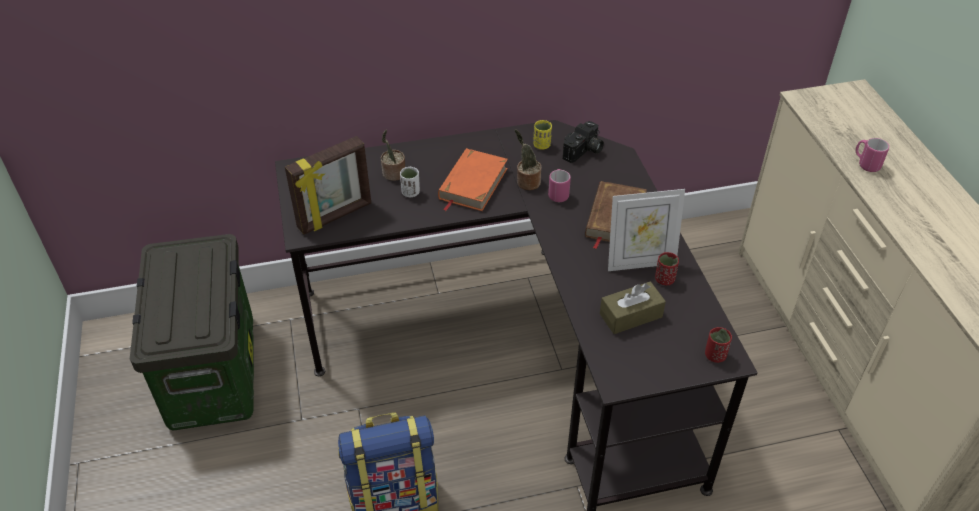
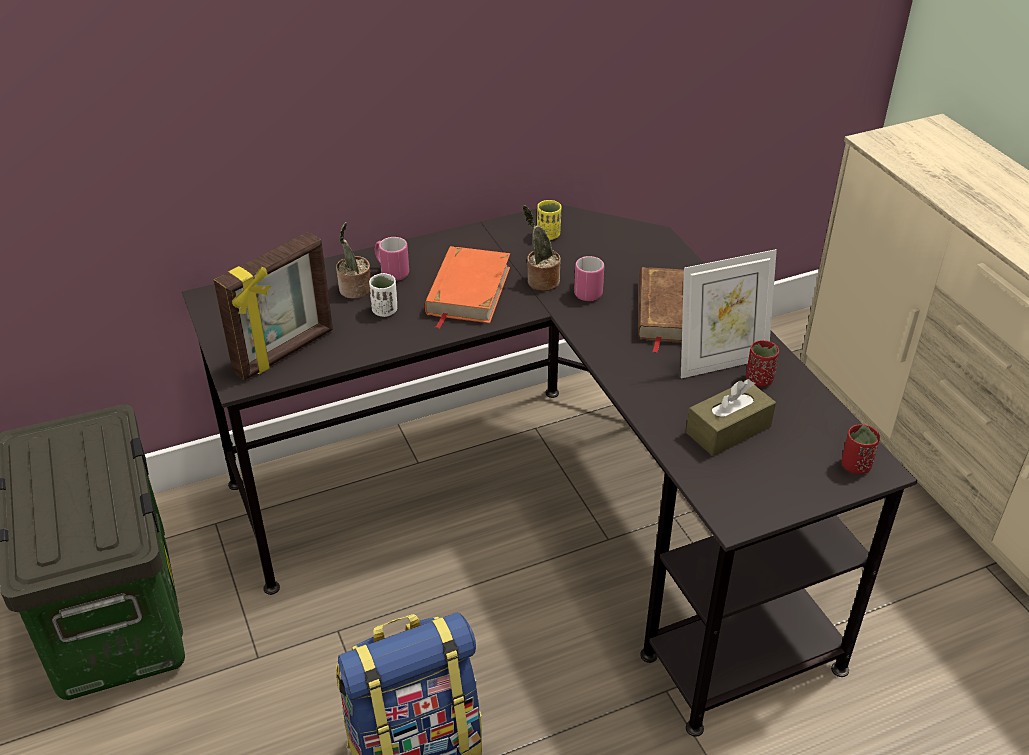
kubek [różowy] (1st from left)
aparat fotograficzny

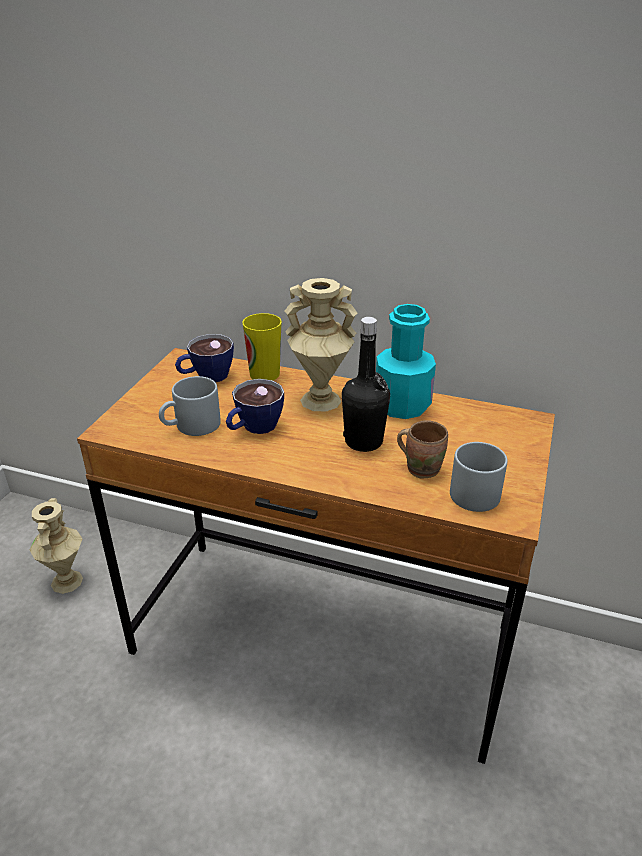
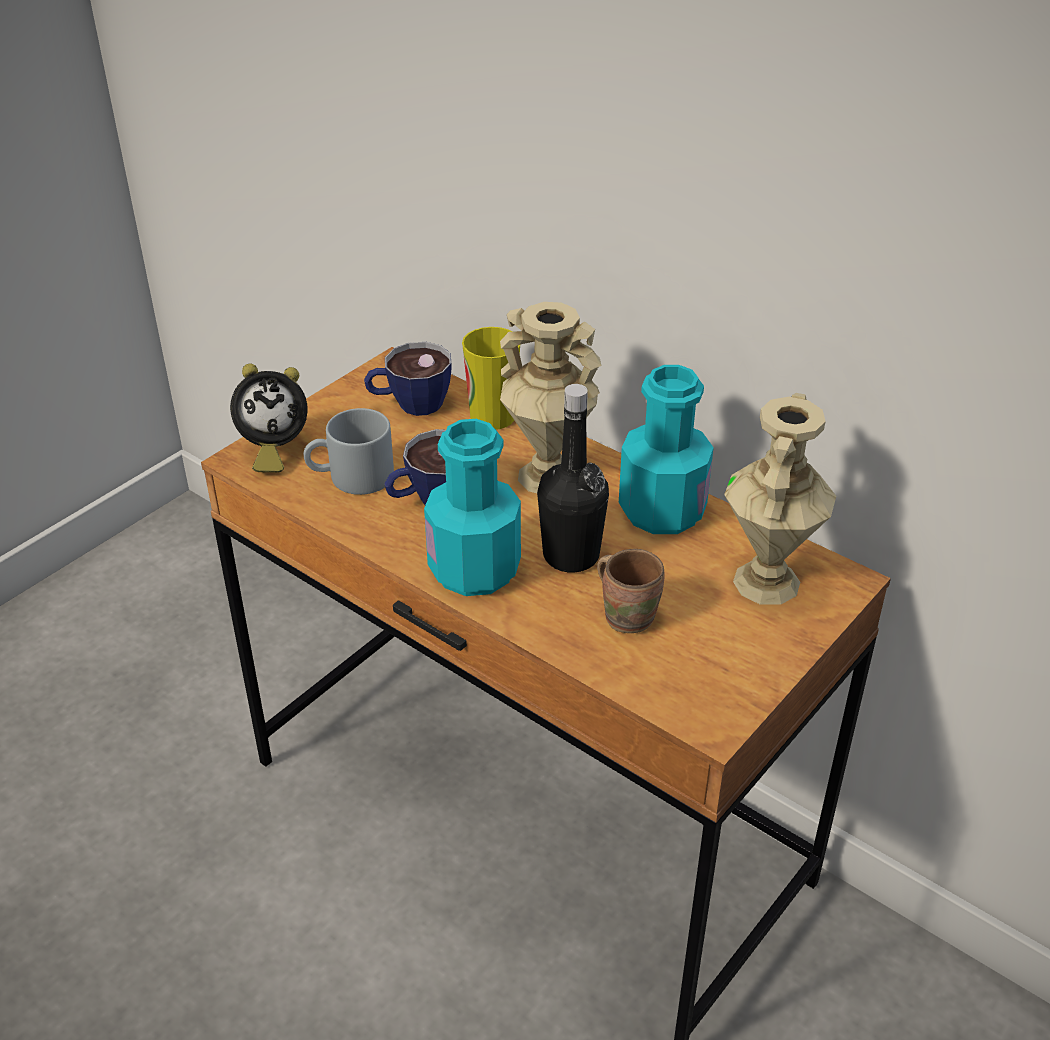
budzik
butelka [turkusowy] (1st from left)
wazon [beżowy] (2nd from left)
kubek [szary] (2nd from left in the first image)

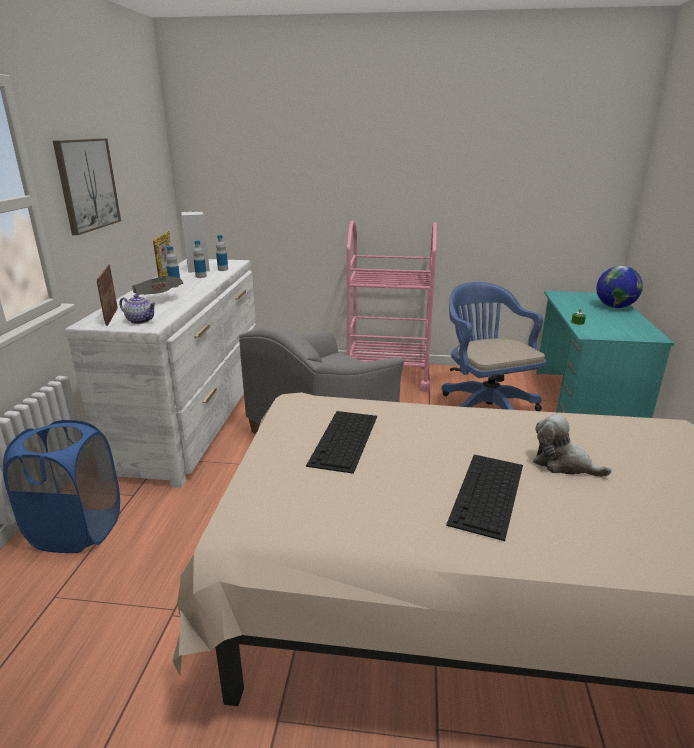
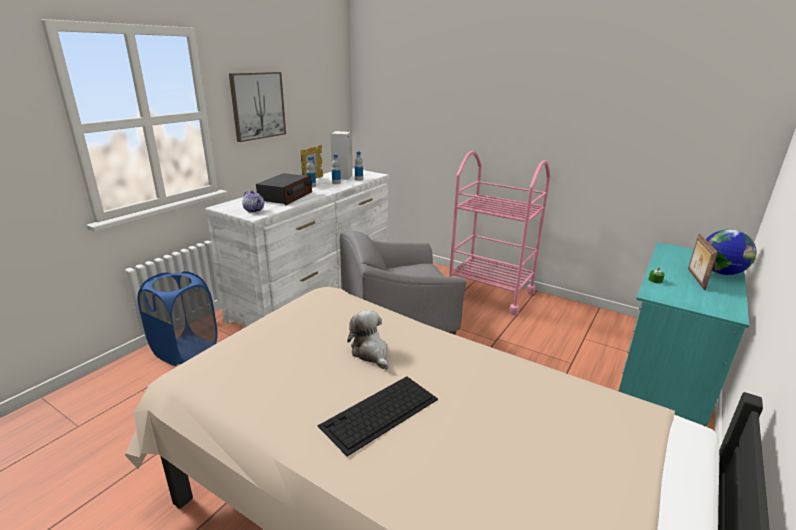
radio
pluszak
ramka na zdjęcie (2nd from left)
klawiatura (1st from left in the first image)
krzesło biurowe [niebieski]

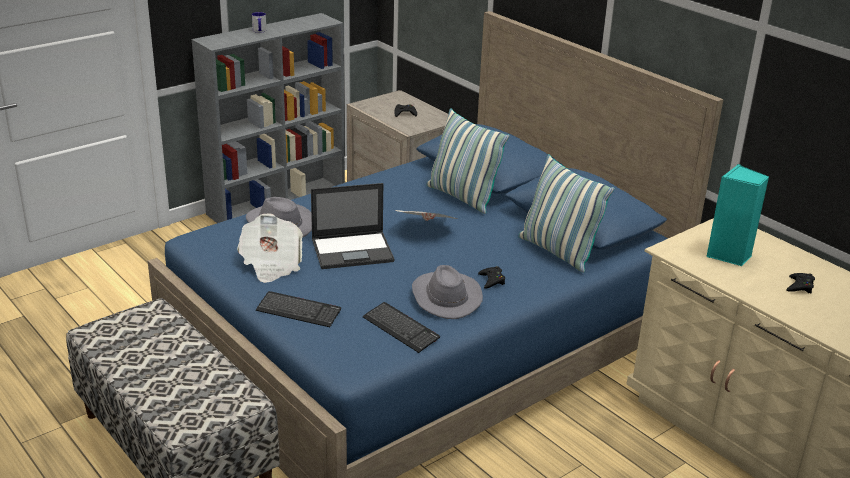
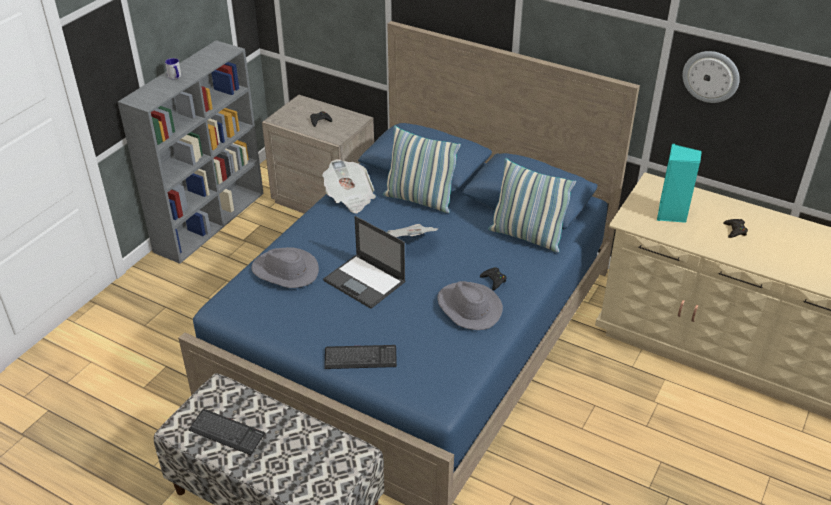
klawiatura (1st from left)
gazeta (1st from left)
laptop
zegar ścienny

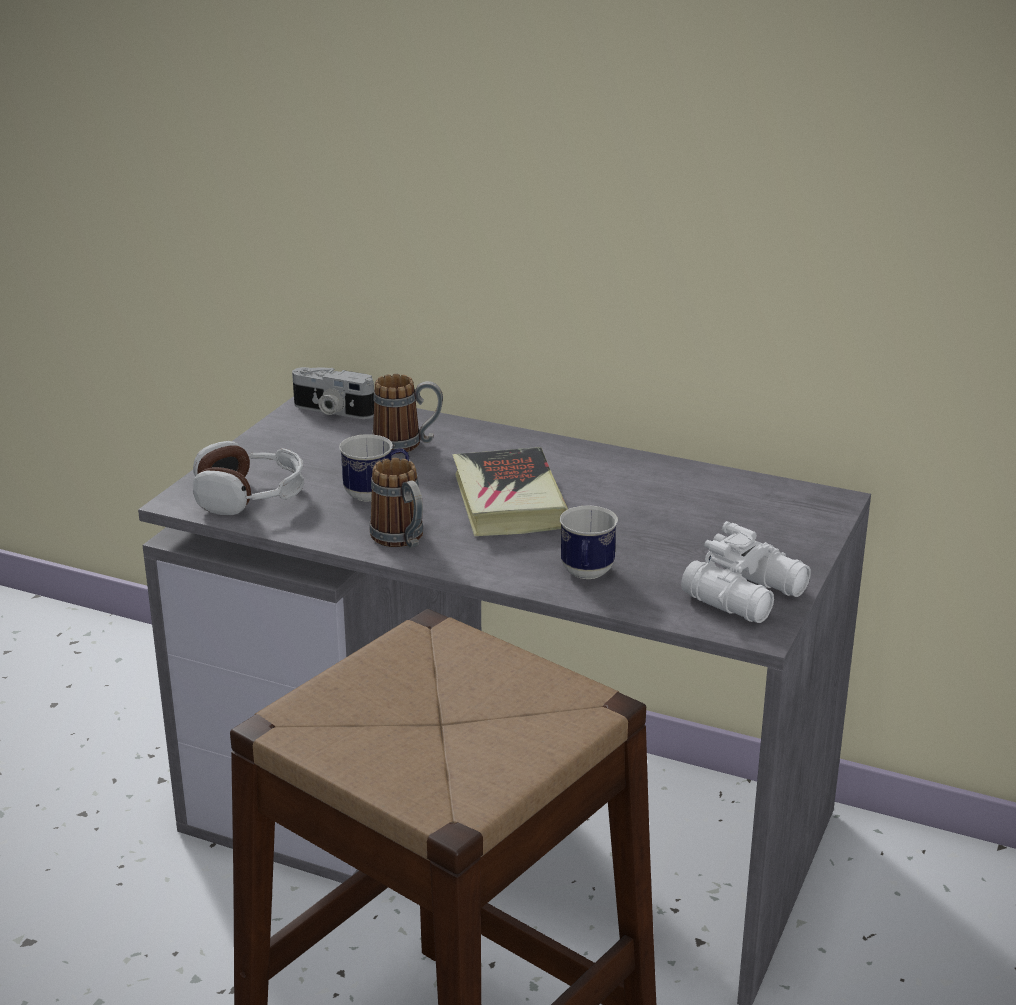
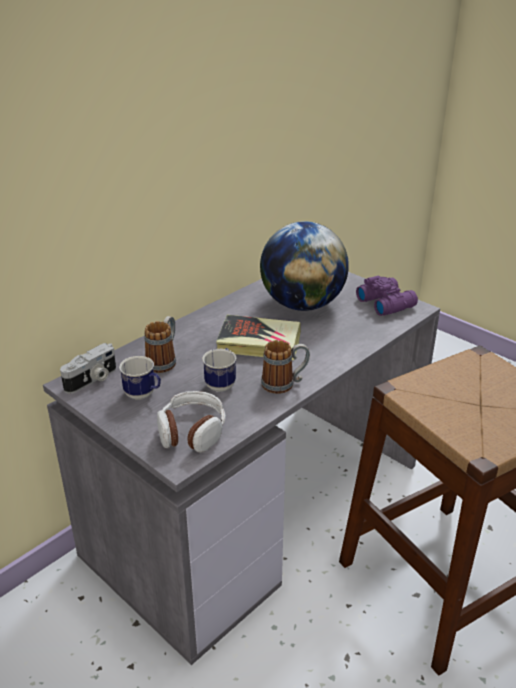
kubek (1st from left)
globus
lornetka [fioletowy]

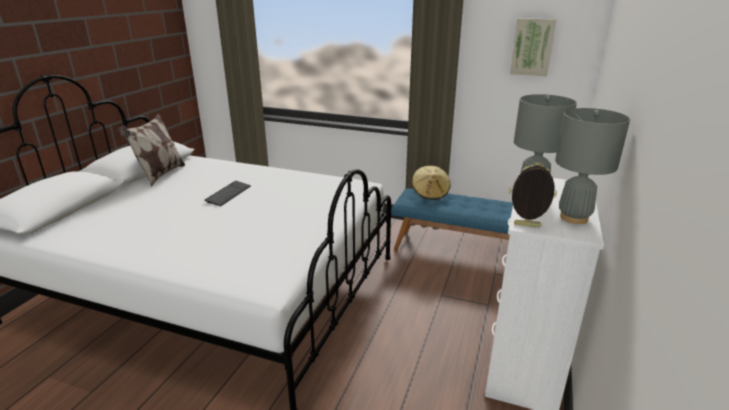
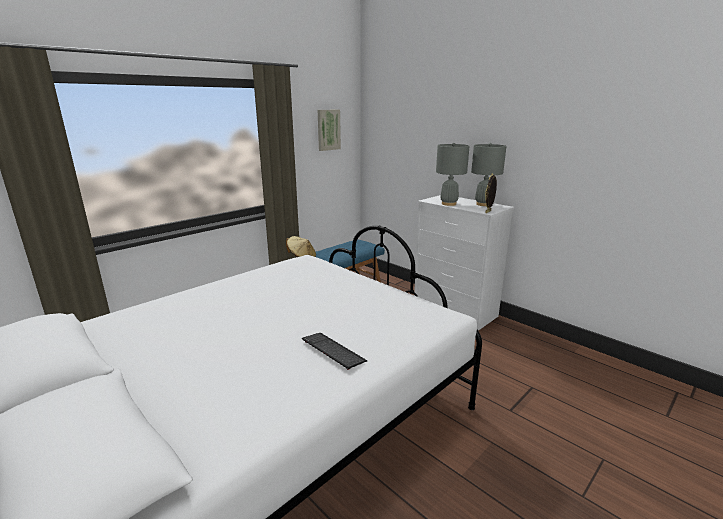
klawiatura
poduszka

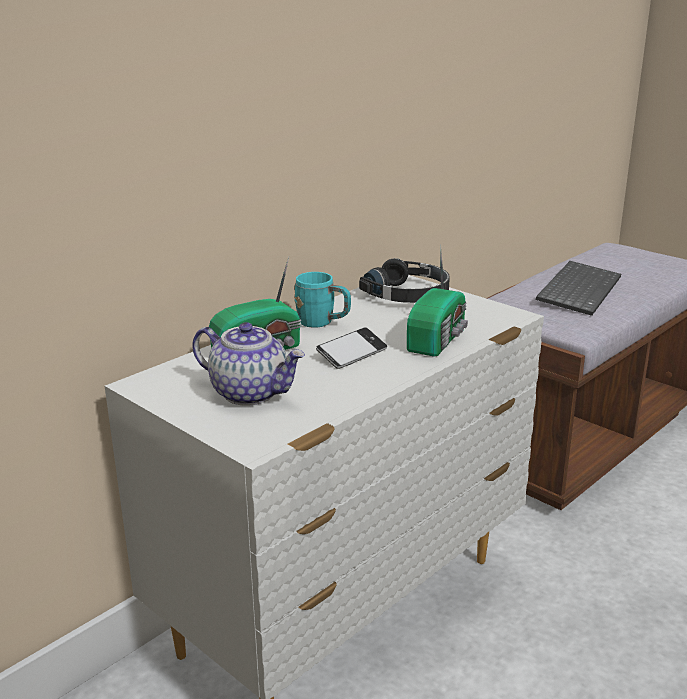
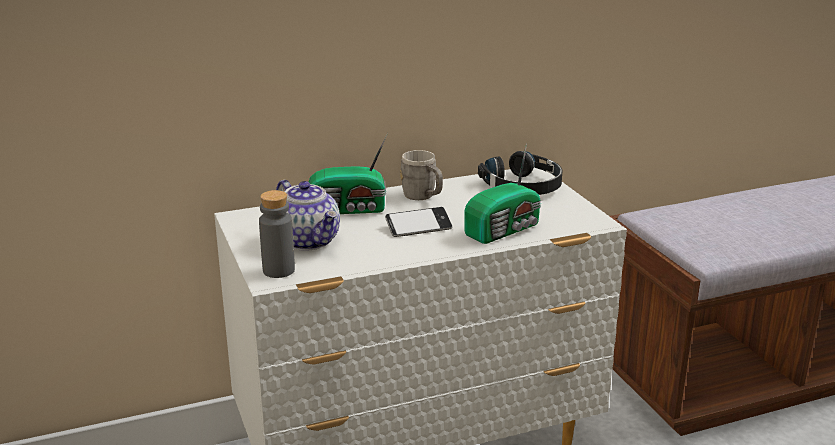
butelka [szary]
kubek [szary]
klawiatura

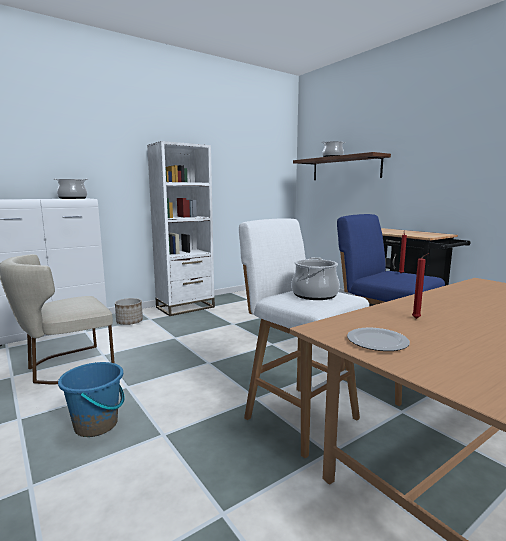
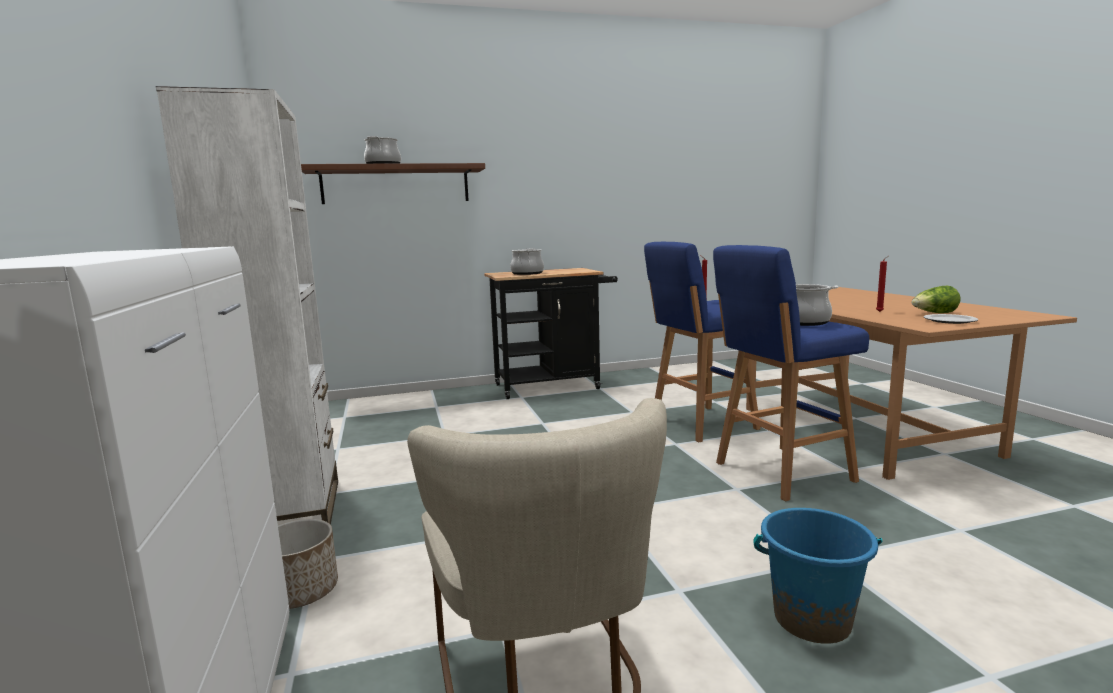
garnek (2nd from left)
stołek [niebieski] (2nd from left)
sałata

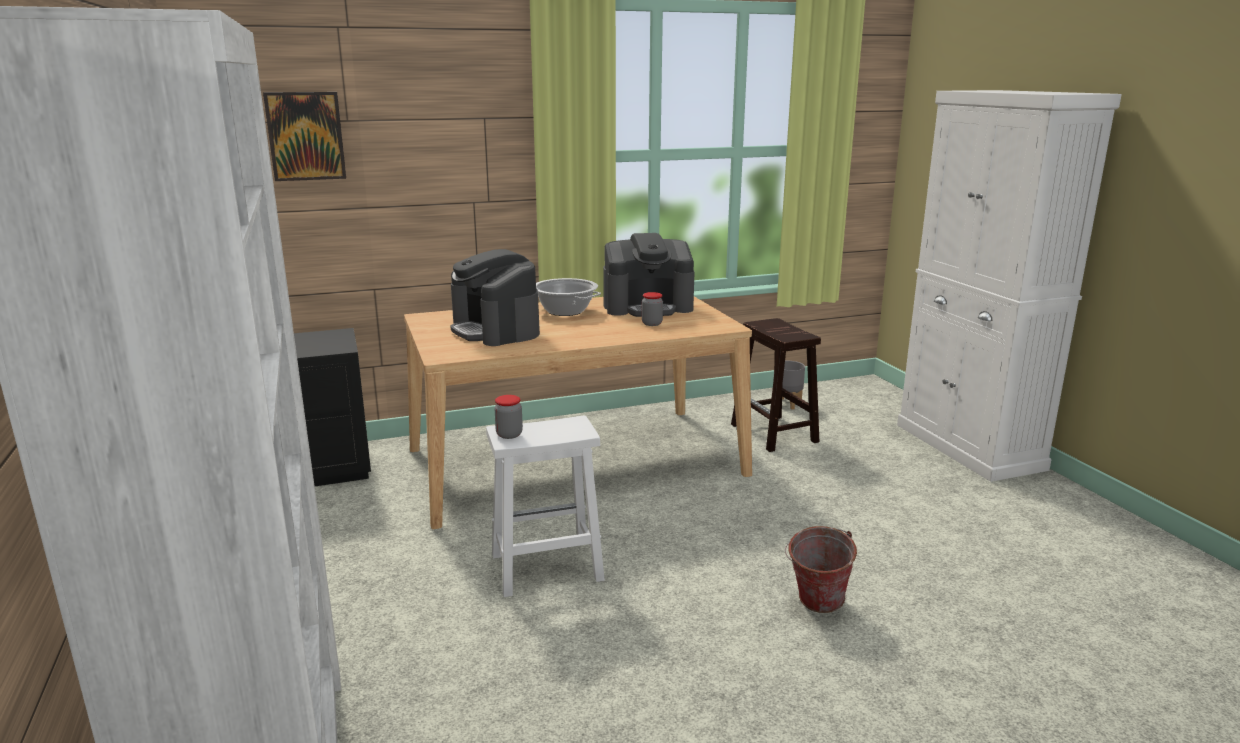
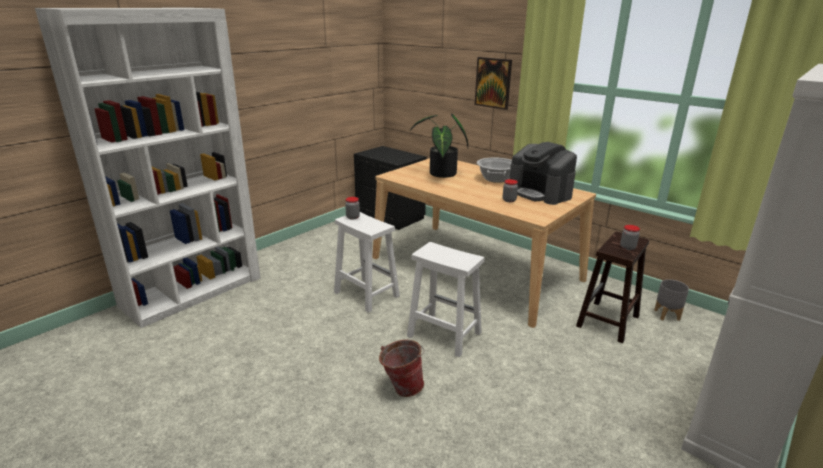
stołek [biały] (2nd from left)
roślina doniczkowa
obraz
słoik (3rd from left)

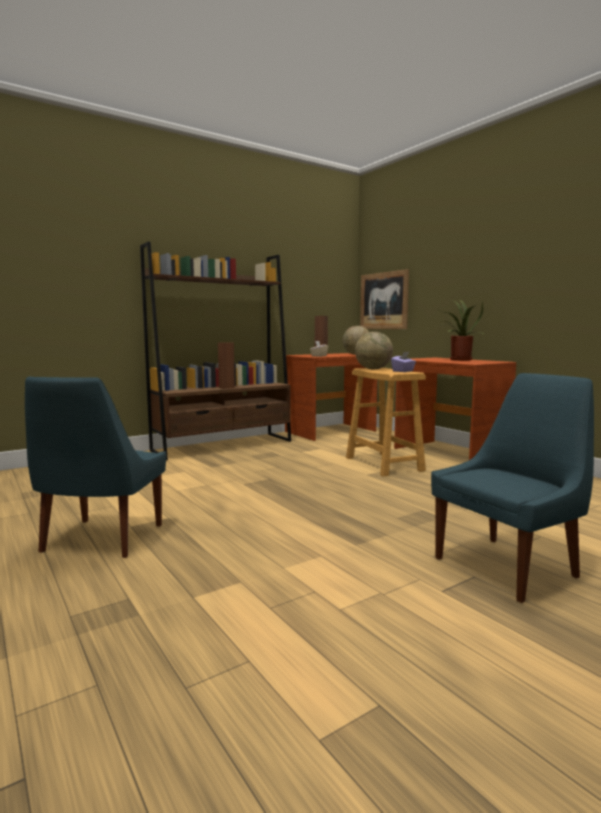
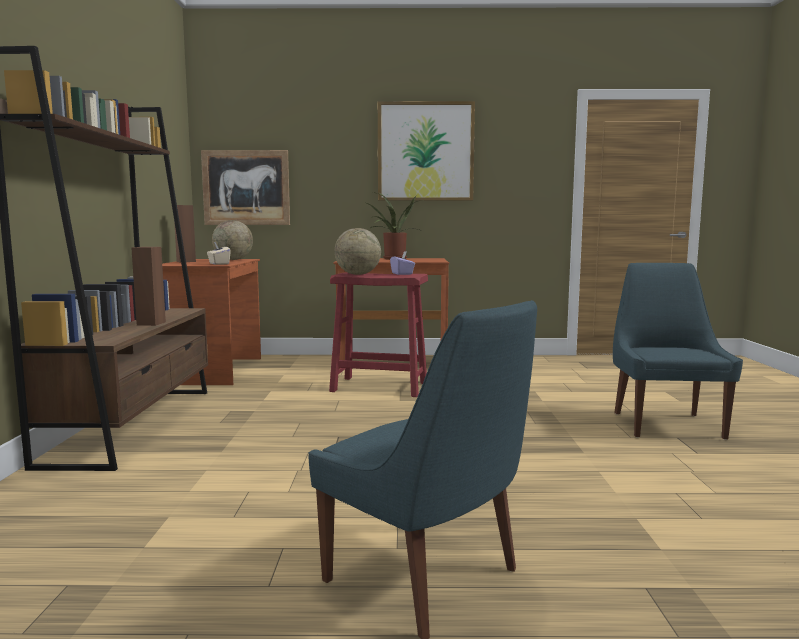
stołek [czerwony]
obraz (2nd from left)

